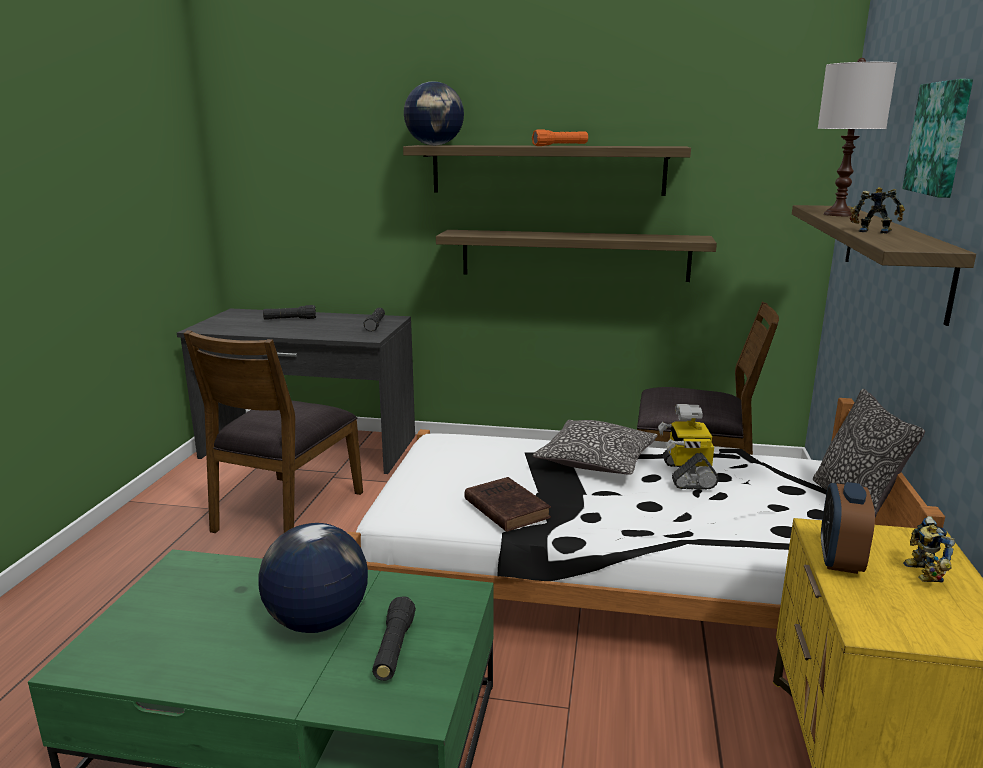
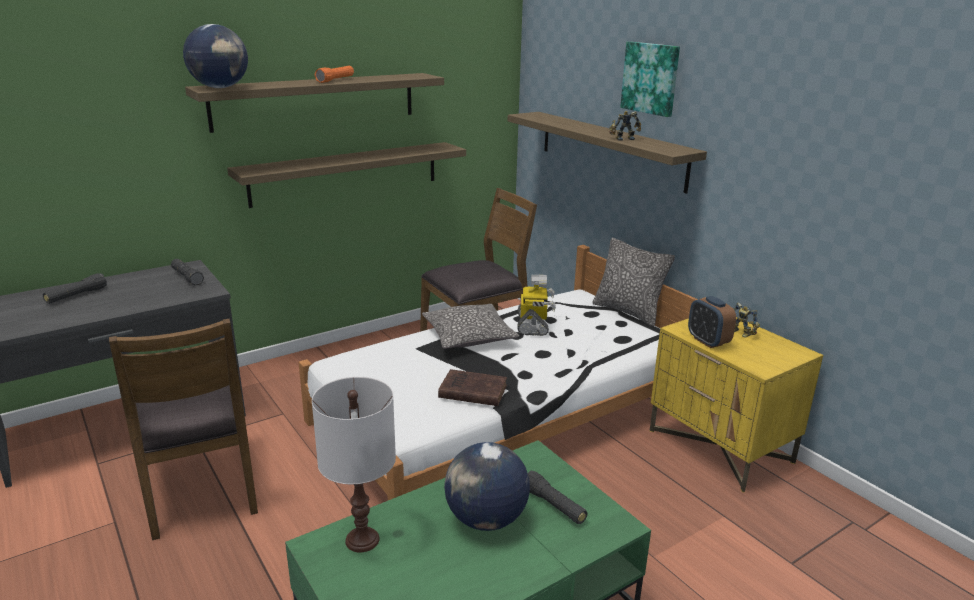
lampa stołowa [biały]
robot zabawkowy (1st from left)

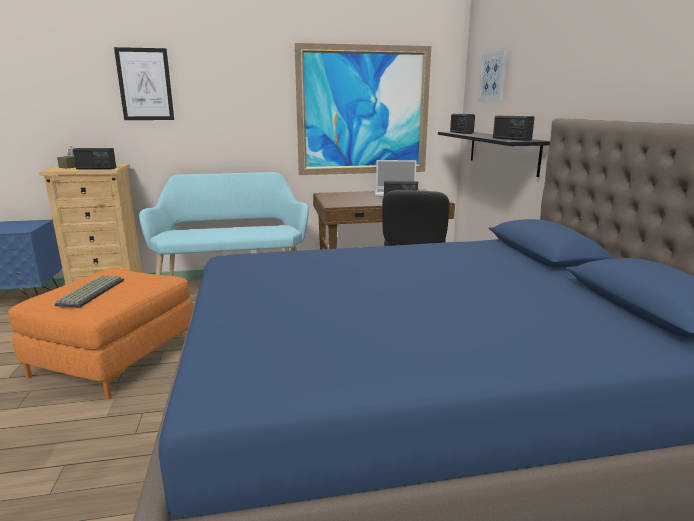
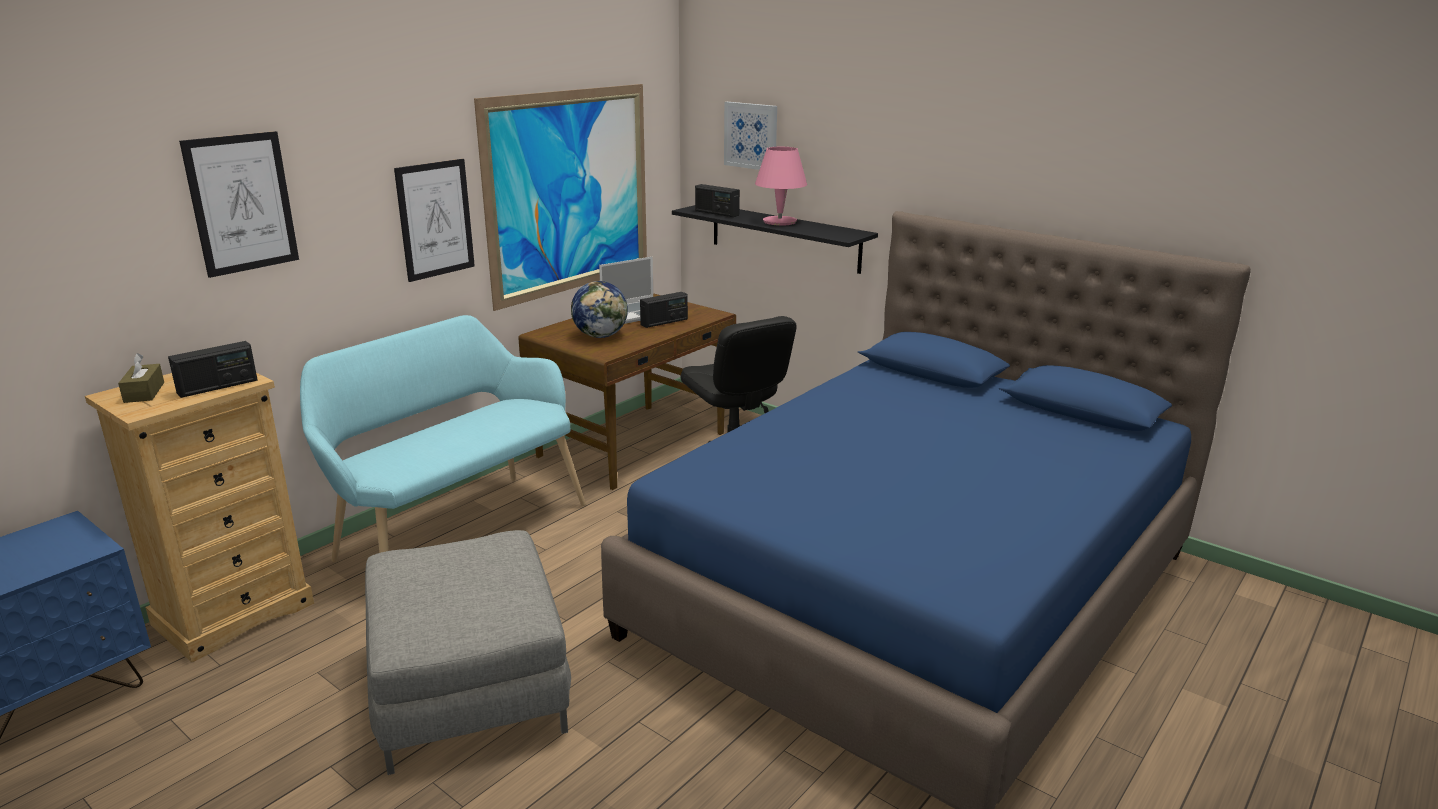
pufa [szary]
obraz (2nd from left)
globus
lampa stołowa [różowy]
klawiatura
radio (4th from left in the first image)

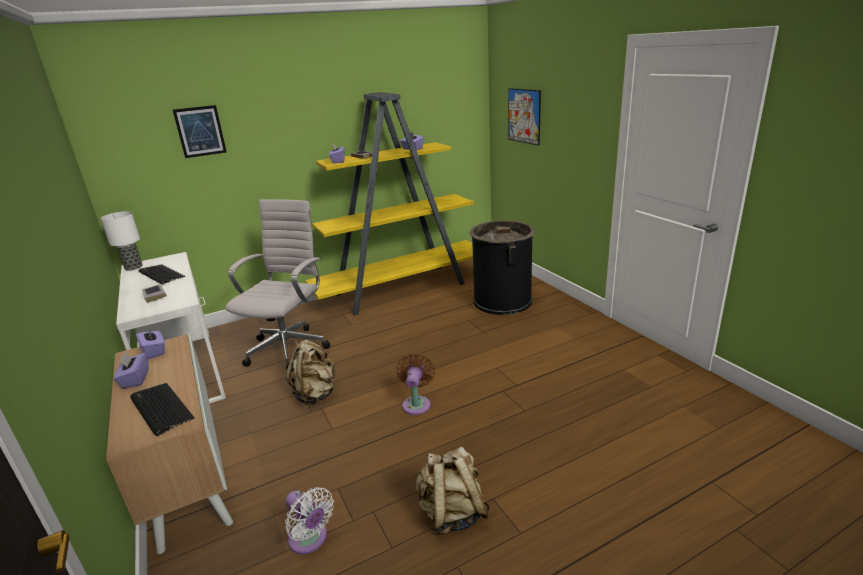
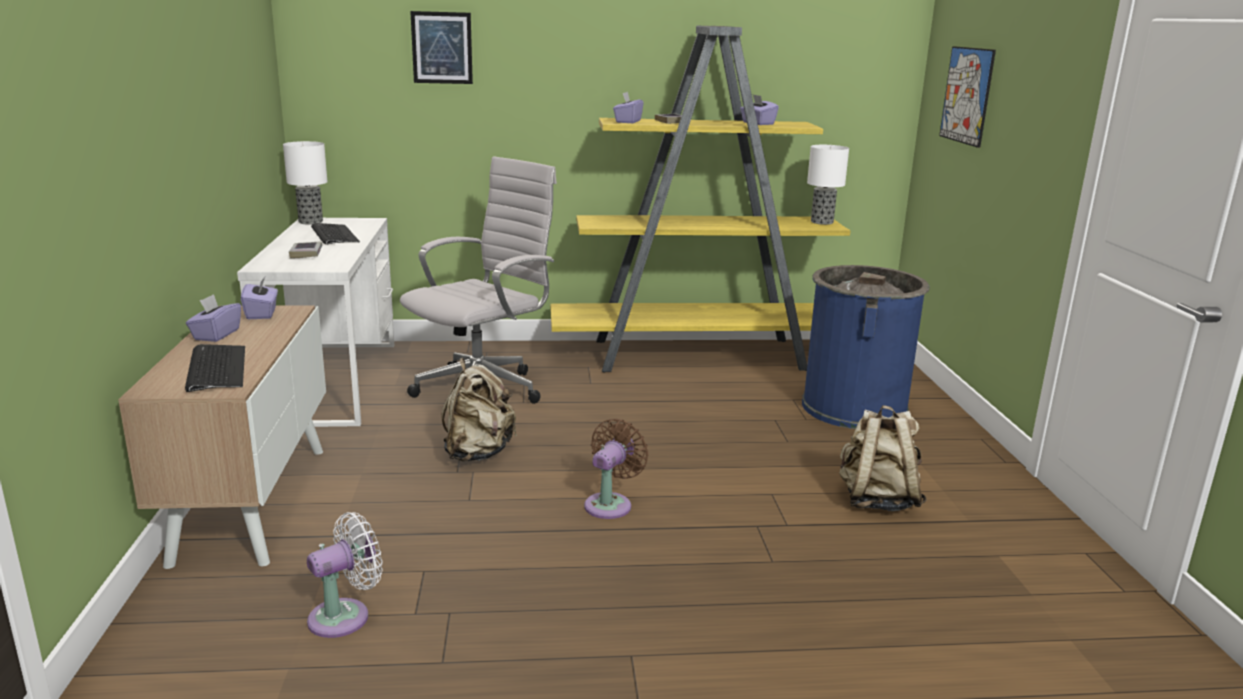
wentylator [biały]
kosz na śmieci [niebieski]
lampa stołowa (2nd from left)
plecak [beżowy] (2nd from left)

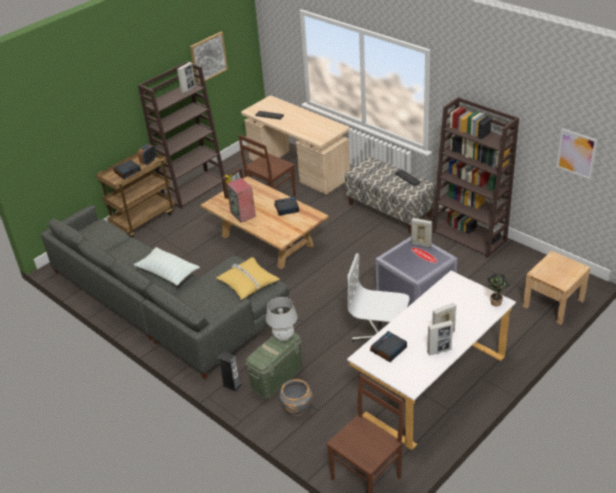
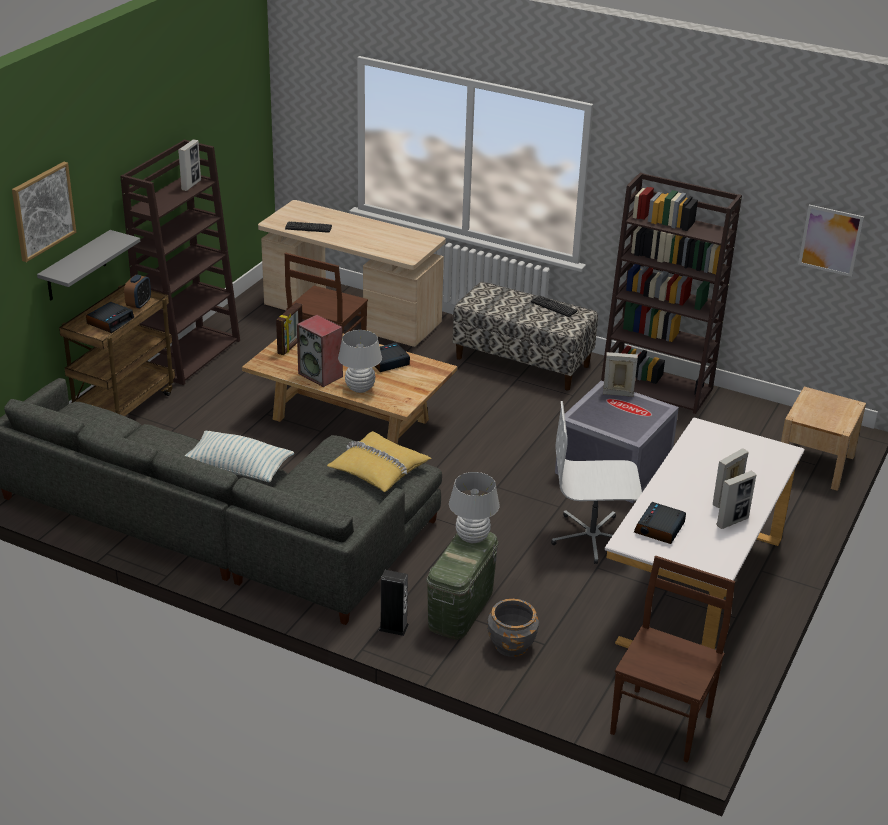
obraz (1st from left)
półka [szary]
lampa stołowa [biały] (1st from left)
roślina doniczkowa

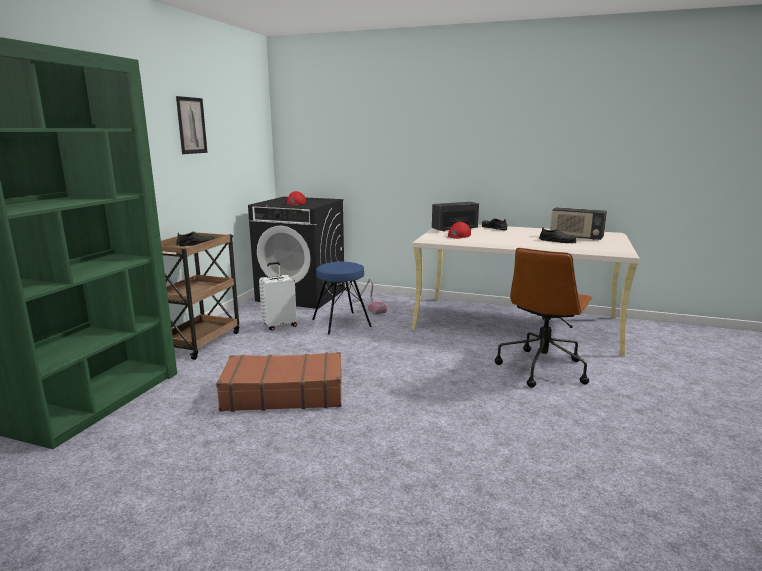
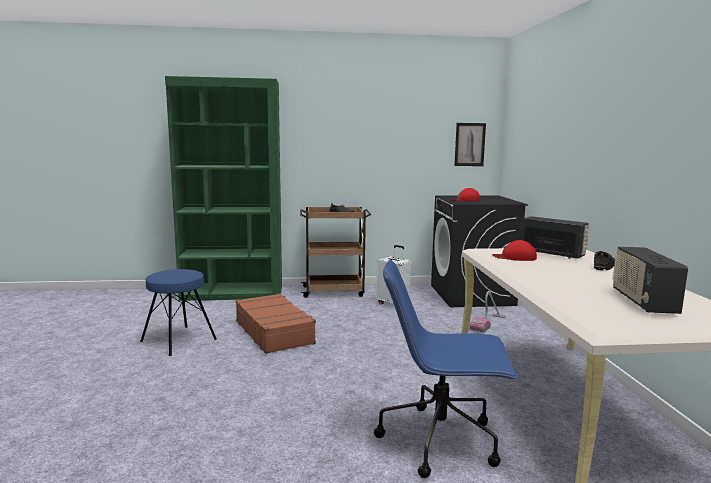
stołek [niebieski]
krzesło biurowe [niebieski]
obraz
but [czarny] (3rd from left in the first image)

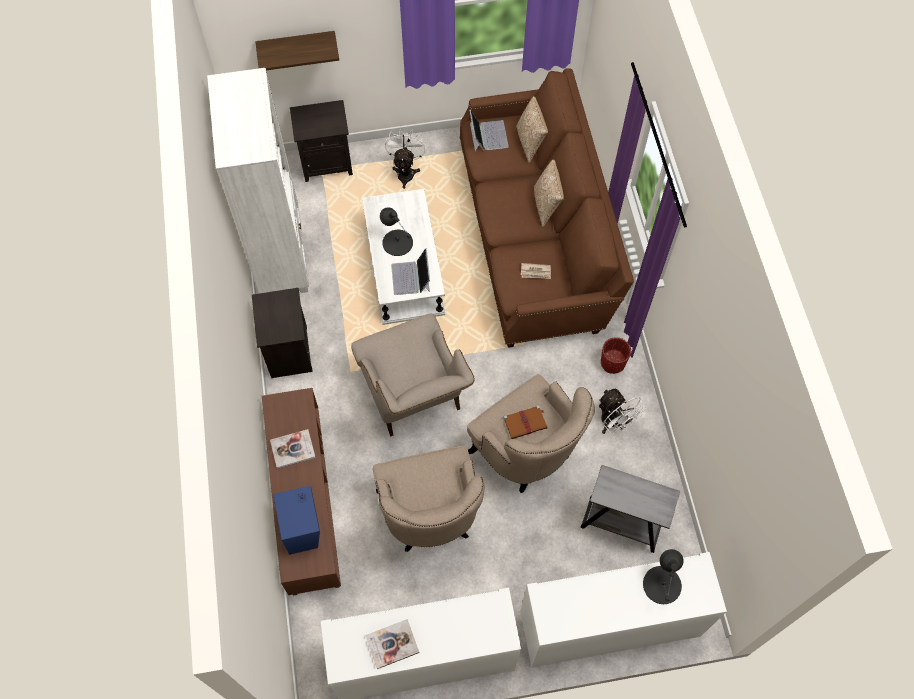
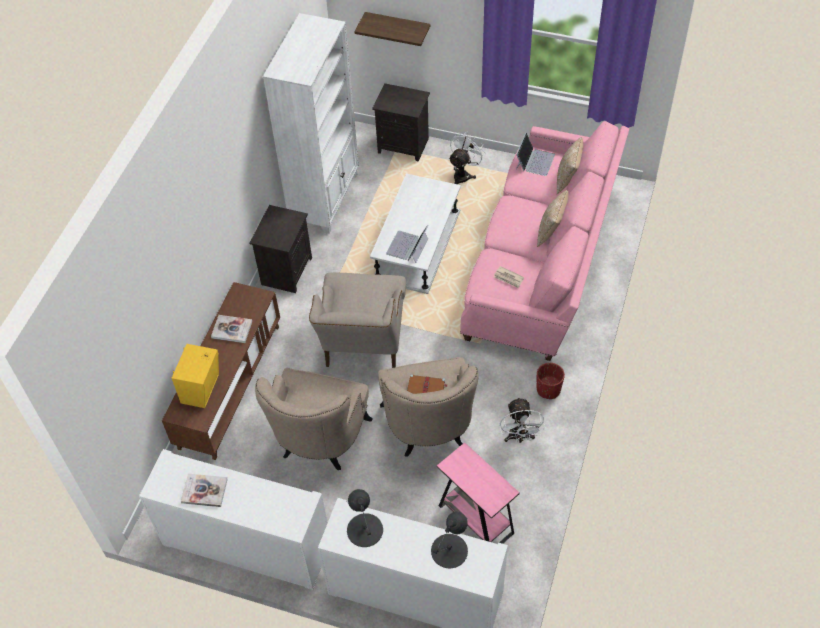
głośnik [żółty]
lampa stołowa [czarny] (1st from left)
stolik [różowy]
kanapa [różowy]

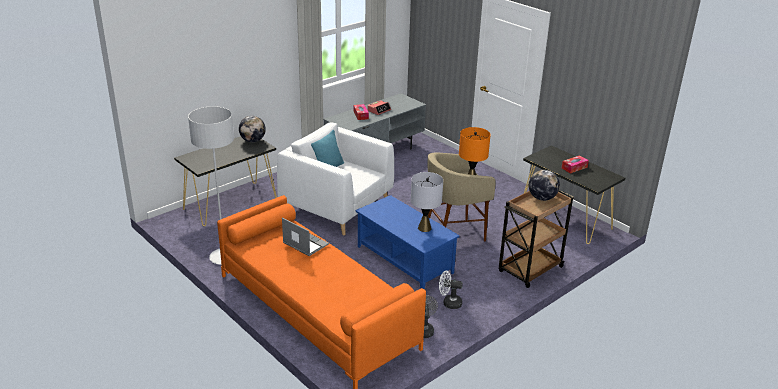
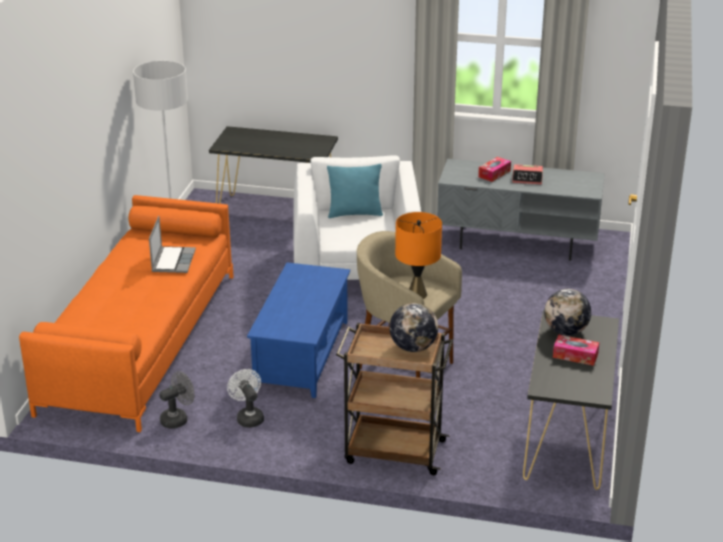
globus (2nd from left)
lampa stołowa [szary]

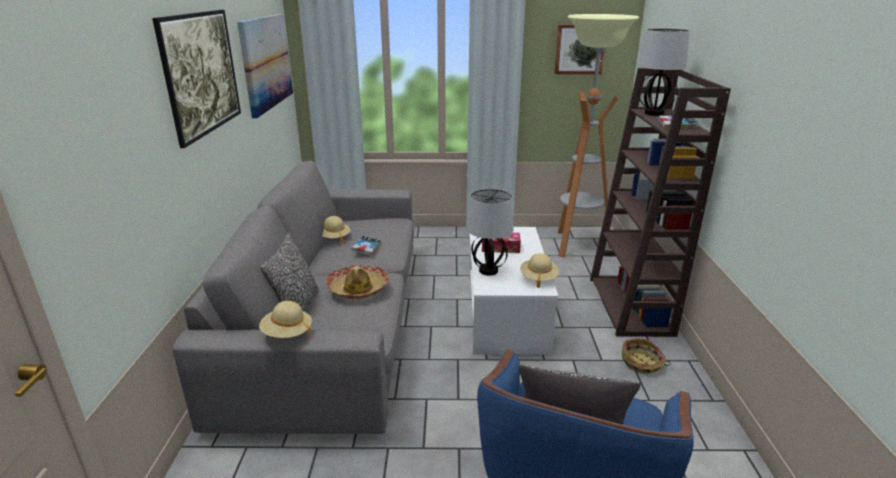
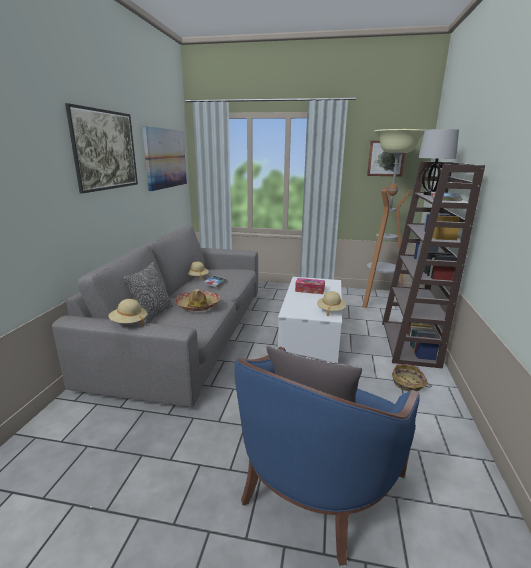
lampa stołowa (1st from left in the first image)

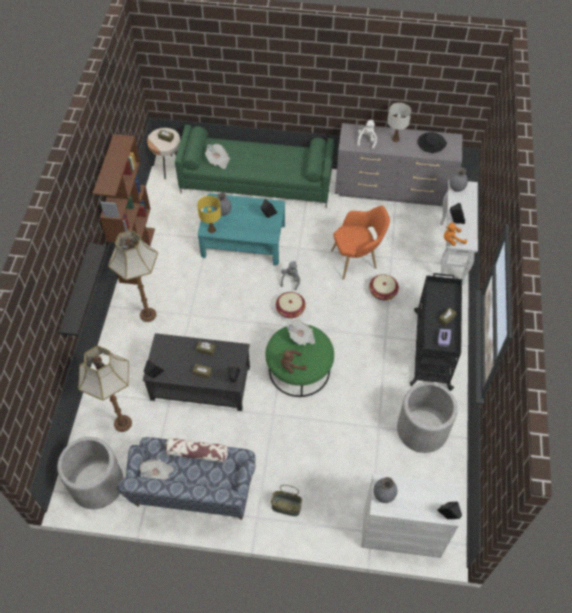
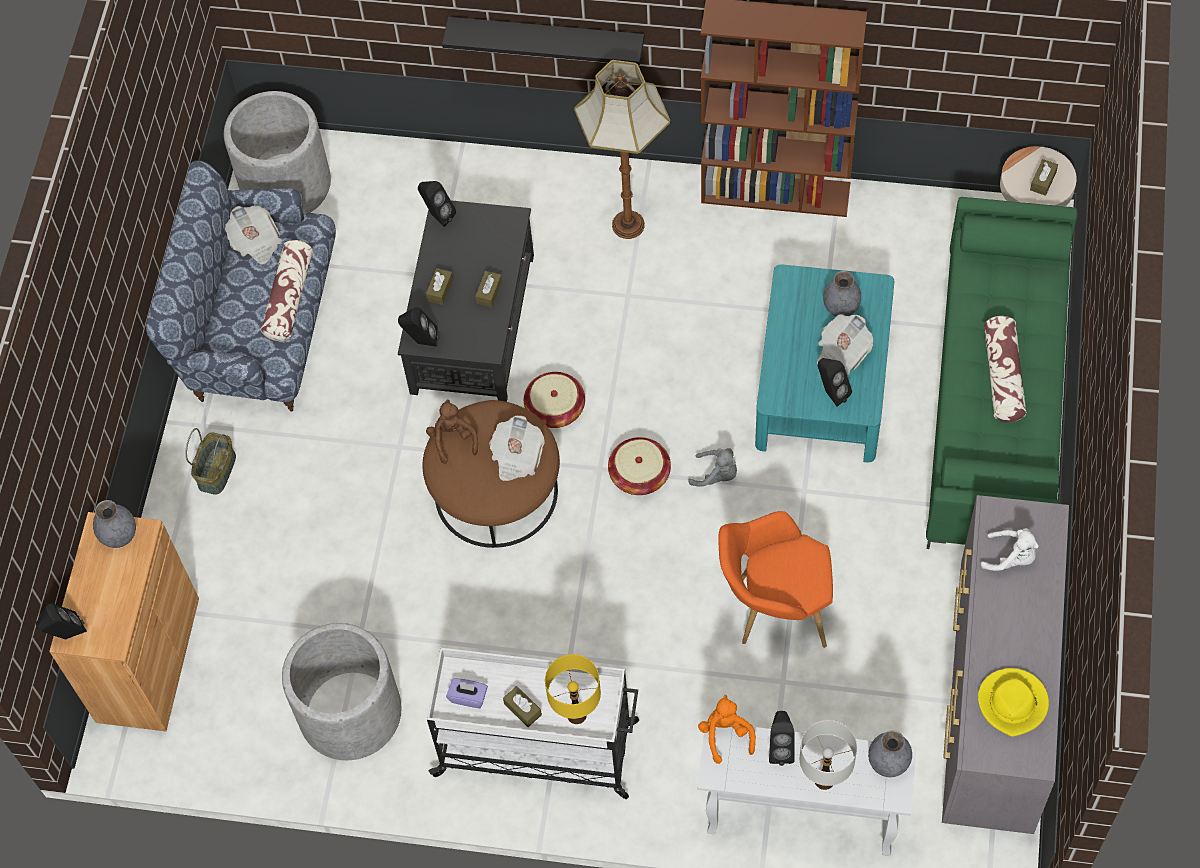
szafka [brązowy]
pufa [brązowy]
wózek [biały]
koszyk (2nd from left)
lampa stołowa [żółty]
fotel [pomarańczowy]
lampa stołowa [biały]
gazeta (3rd from left)
kapelusz [żółty]
poduszka (2nd from left)
lampa stojąca (1st from left in the first image)

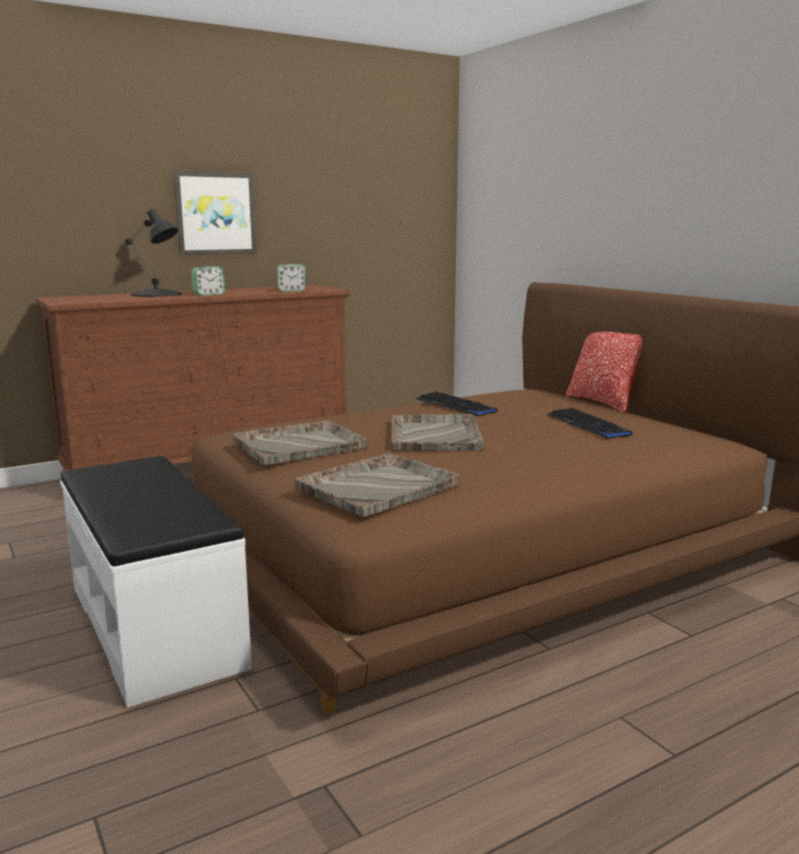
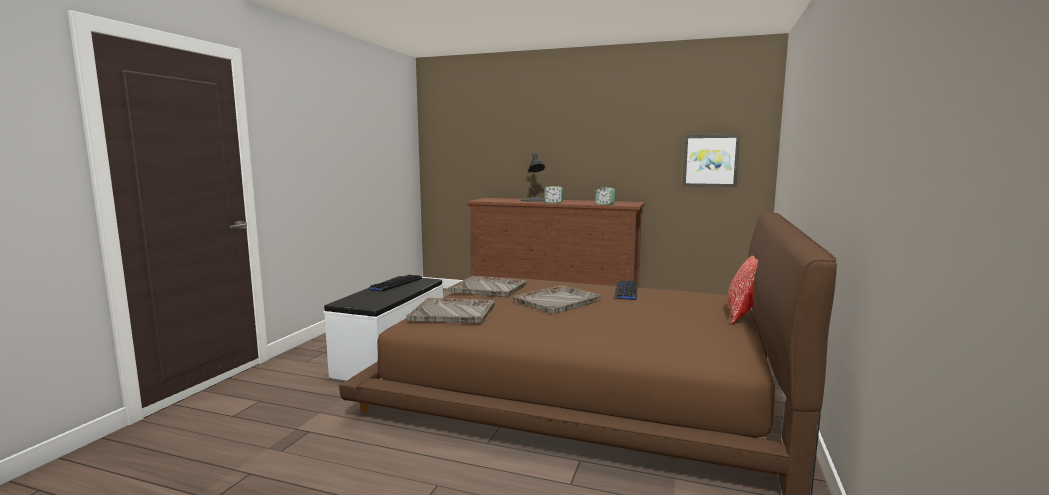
klawiatura (1st from left)
obraz

